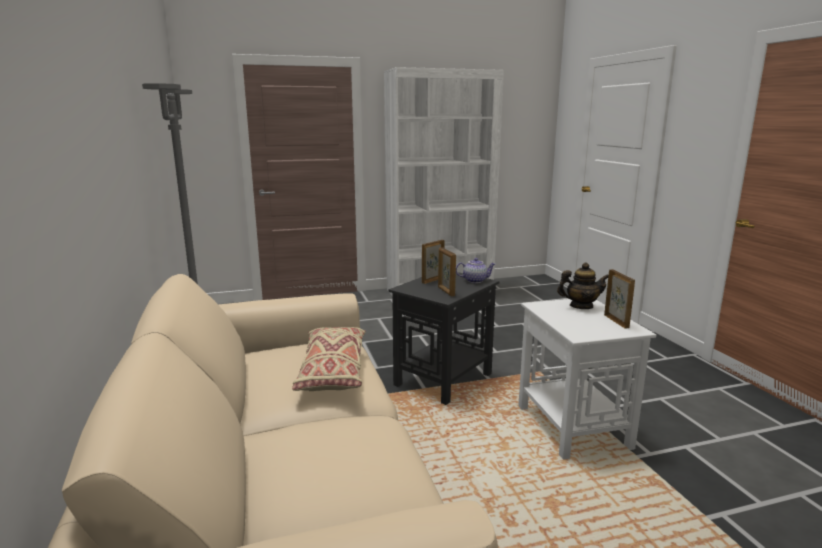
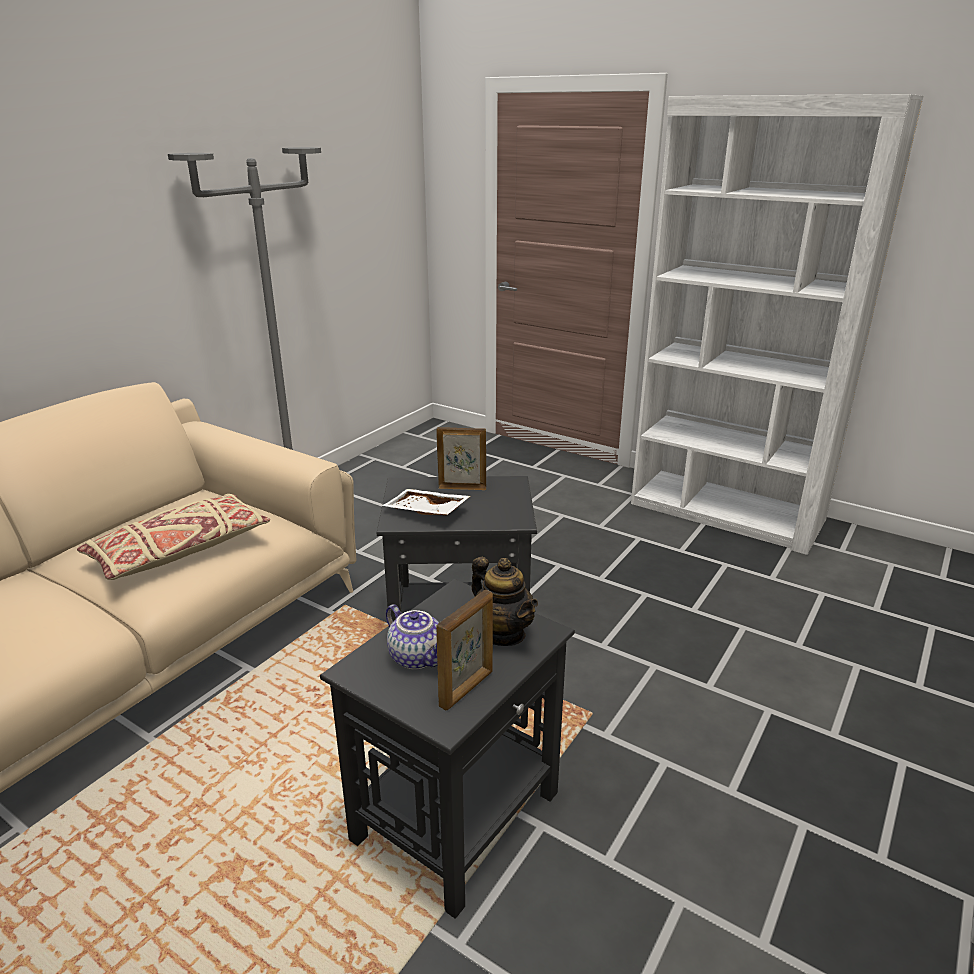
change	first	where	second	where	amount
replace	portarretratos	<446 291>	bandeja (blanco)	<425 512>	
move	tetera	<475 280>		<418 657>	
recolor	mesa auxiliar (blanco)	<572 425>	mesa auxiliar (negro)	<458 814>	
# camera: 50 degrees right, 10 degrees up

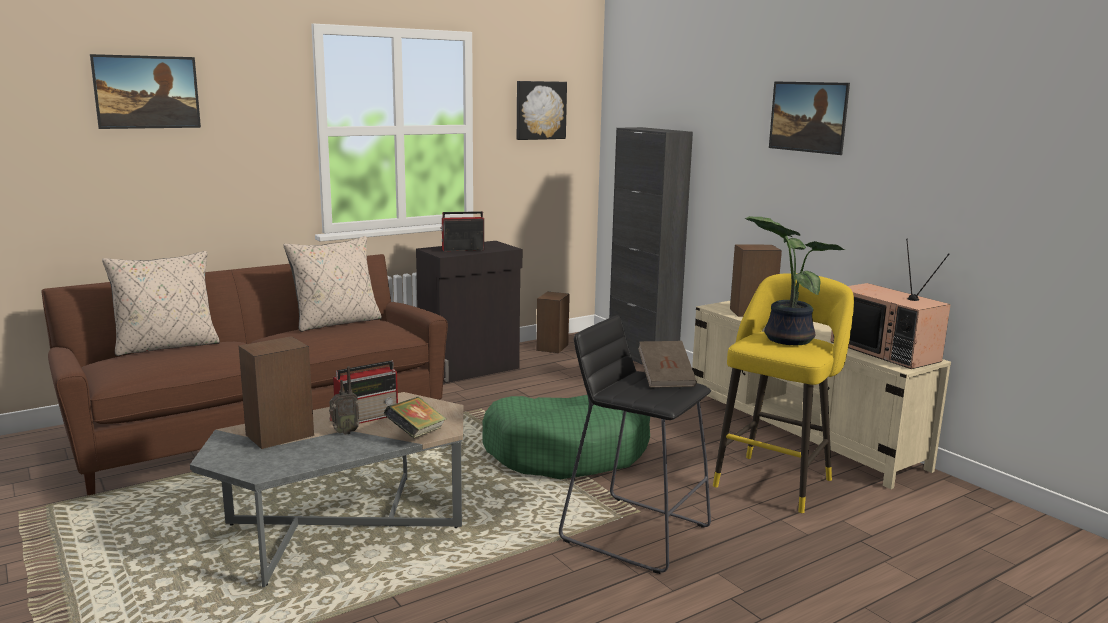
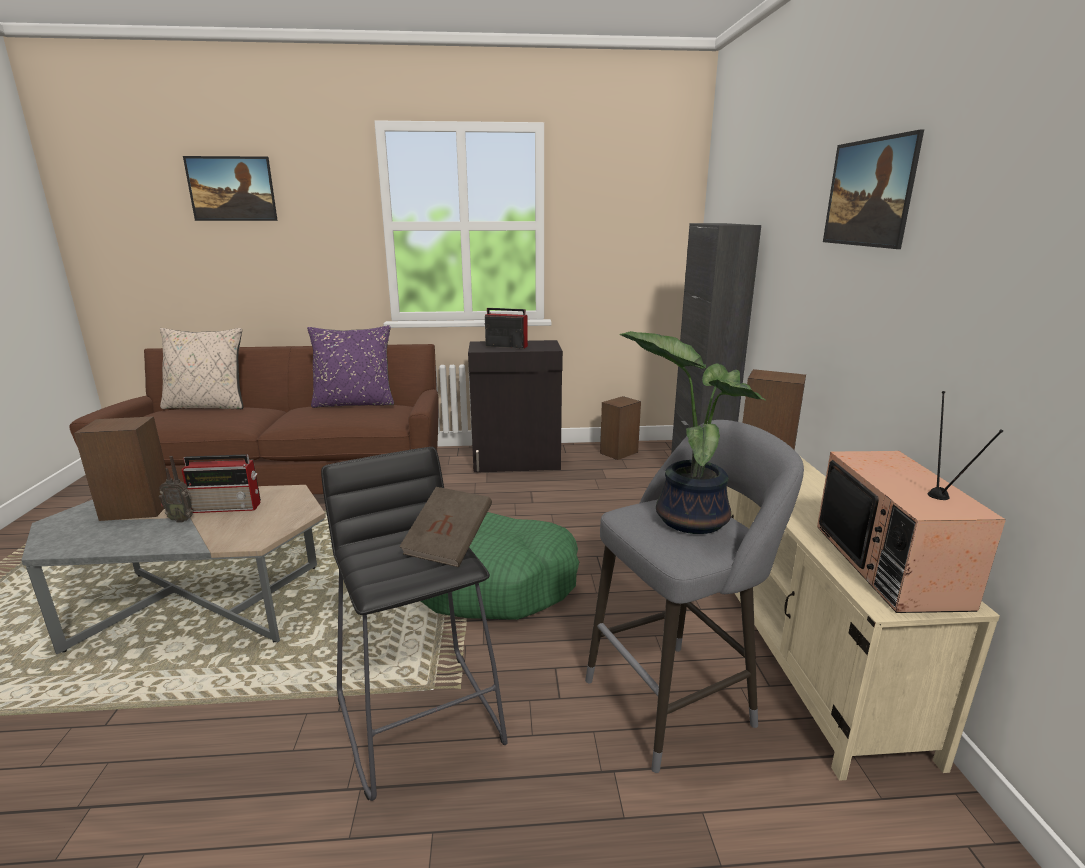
change	first	where	second	where	amount
recolor	cojín (beis)	<336 322>	cojín (morado)	<355 403>	
delete	libro	<416 434>			
delete	cuadro	<540 110>			
recolor	taburete (amarillo)	<775 480>	taburete (gris)	<676 699>	
# camera: 30 degrees right, 5 degrees up

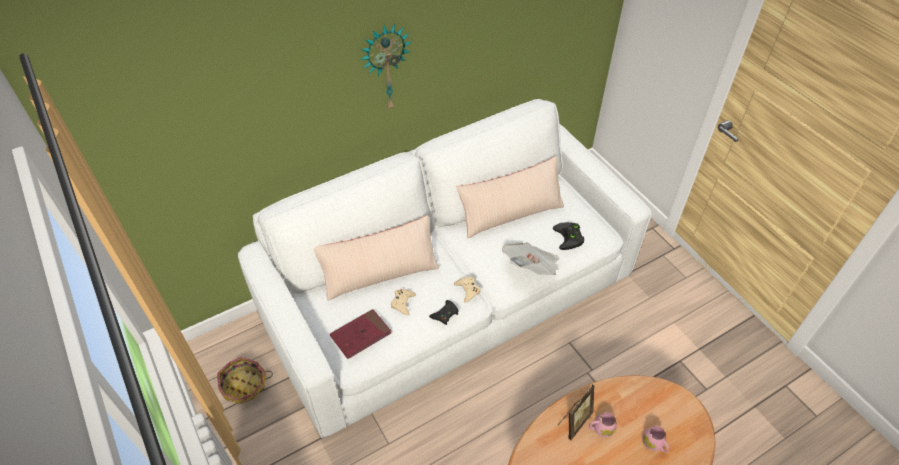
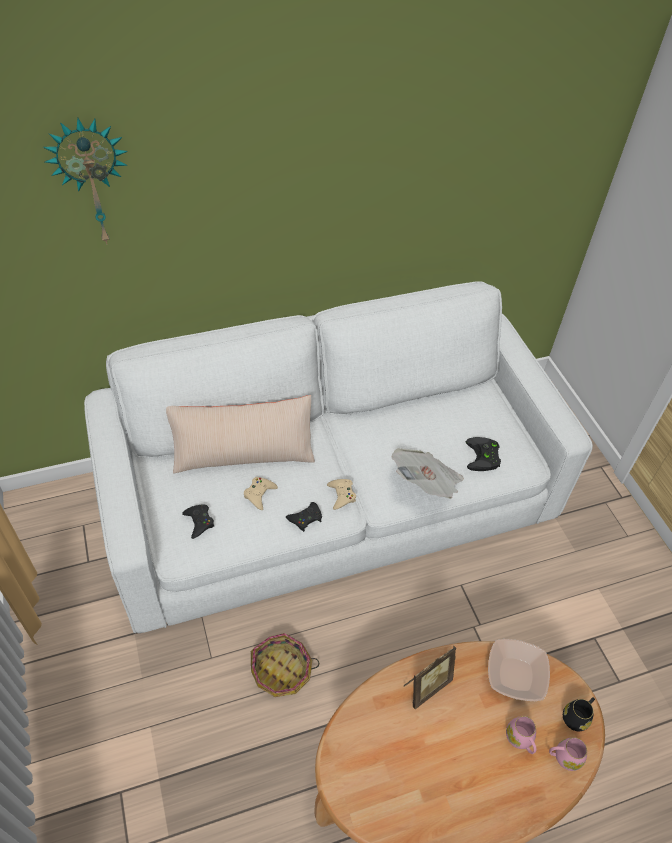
change	first	where	second	where	amount
move	cesta	<244 386>		<281 671>	
replace	libro (rojo)	<361 335>	mando de consola (negro)	<199 522>	
move	reloj de pared	<385 67>		<92 182>	
delete	cojín (beis)	<510 213>			
move	taza grande (rosa)	<600 429>		<564 757>	
insert			cuenco	<515 674>	
insert			taza grande (negro)	<577 716>	
# camera: 10 degrees right, 0 degrees up

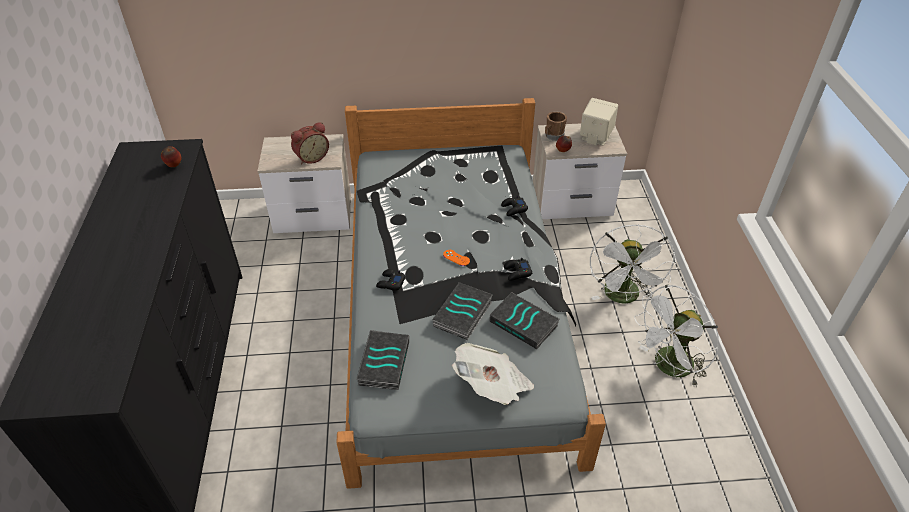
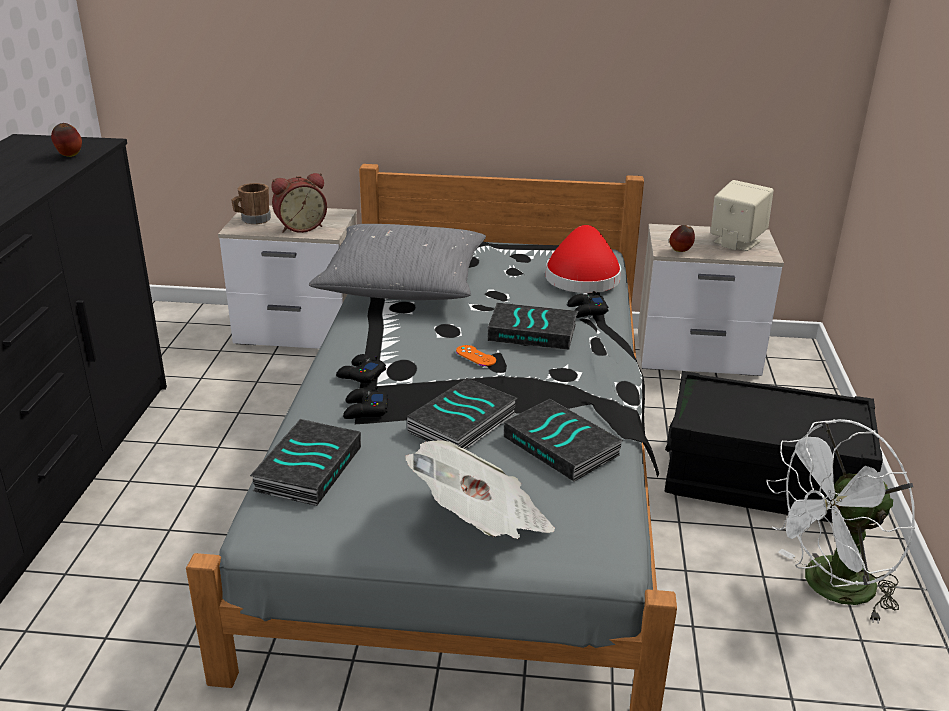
change	first	where	second	where	amount
move	mando de consola (negro)	<517 272>		<365 410>	
move	taza grande (marrón)	<553 136>		<253 220>	
replace	ventilador (blanco)	<623 297>	caja de almacenaje (negro)	<761 481>	
insert			cojín (gris)	<404 283>	
insert			libro	<533 332>	
insert			sombrero (rojo)	<582 276>	
# camera: 10 degrees right, 15 degrees down

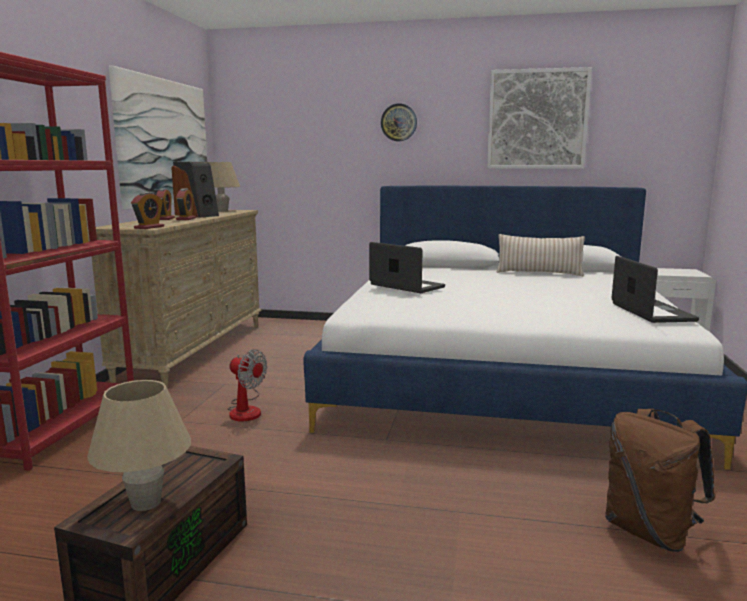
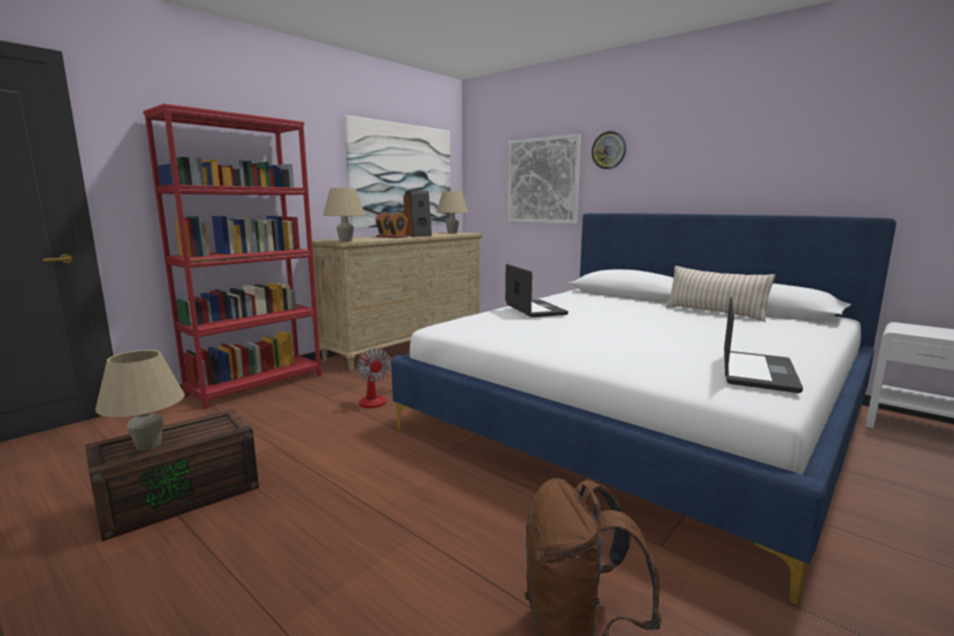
change	first	where	second	where	amount
replace	despertador	<149 227>	lámpara de mesa (beis)	<346 241>	
move	cuadro	<537 119>		<543 181>	
# camera: 30 degrees right, 0 degrees up

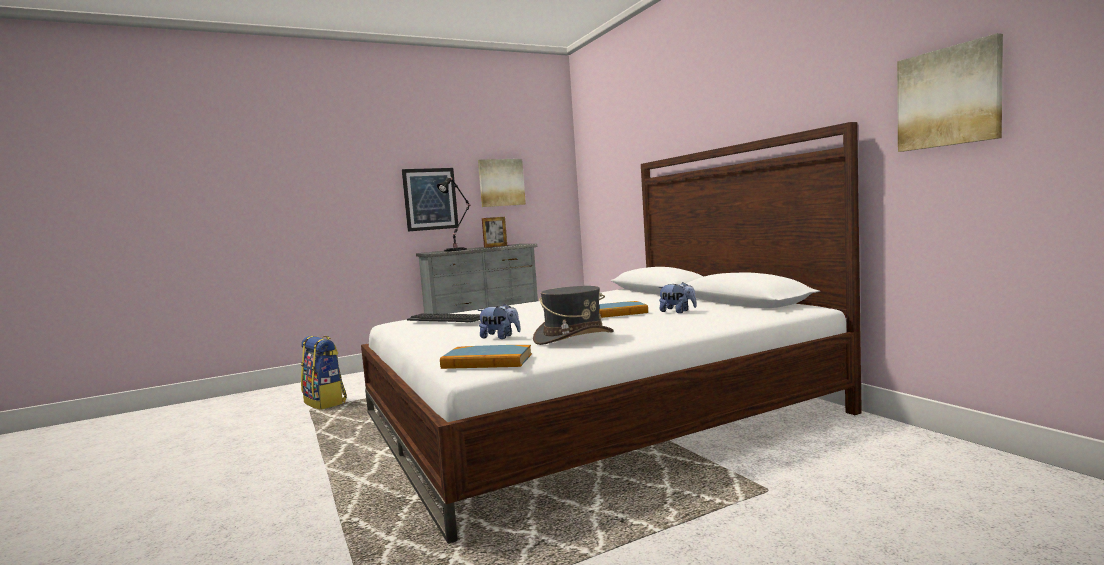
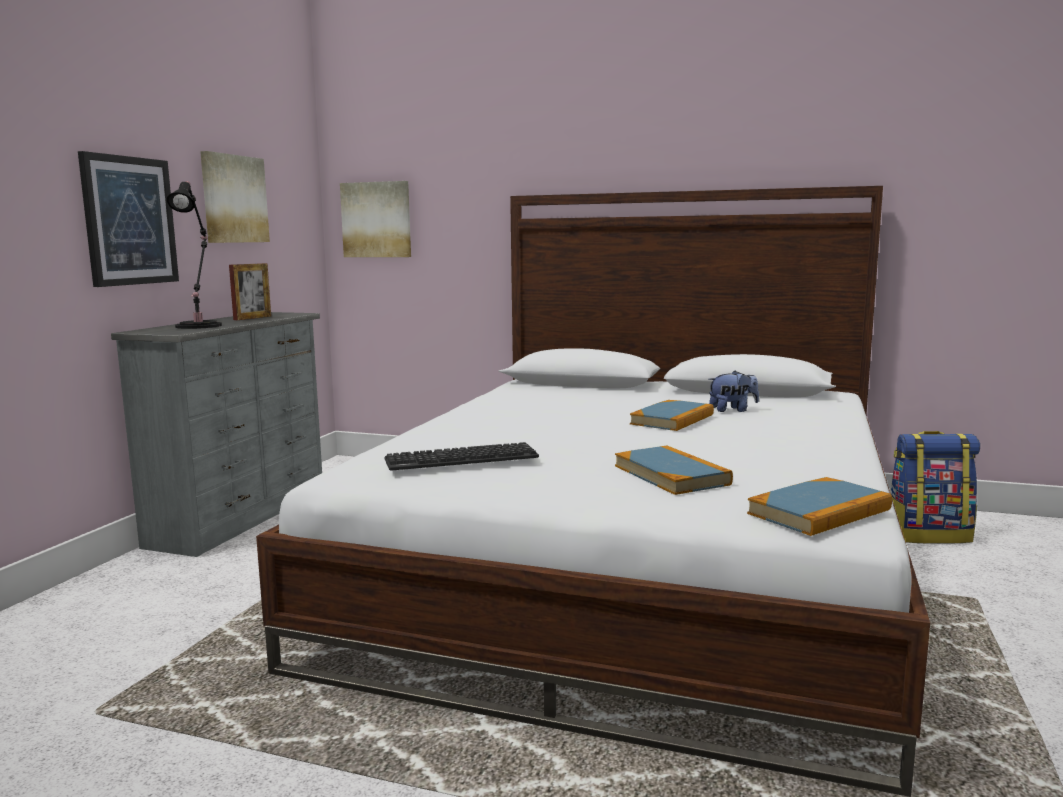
change	first	where	second	where	amount
move	mochila	<326 403>		<928 535>	
replace	peluche	<500 337>	libro	<671 475>	
delete	sombrero (gris)	<573 337>			
move	cuadro	<948 97>		<377 220>	
# camera: 45 degrees left, 5 degrees up

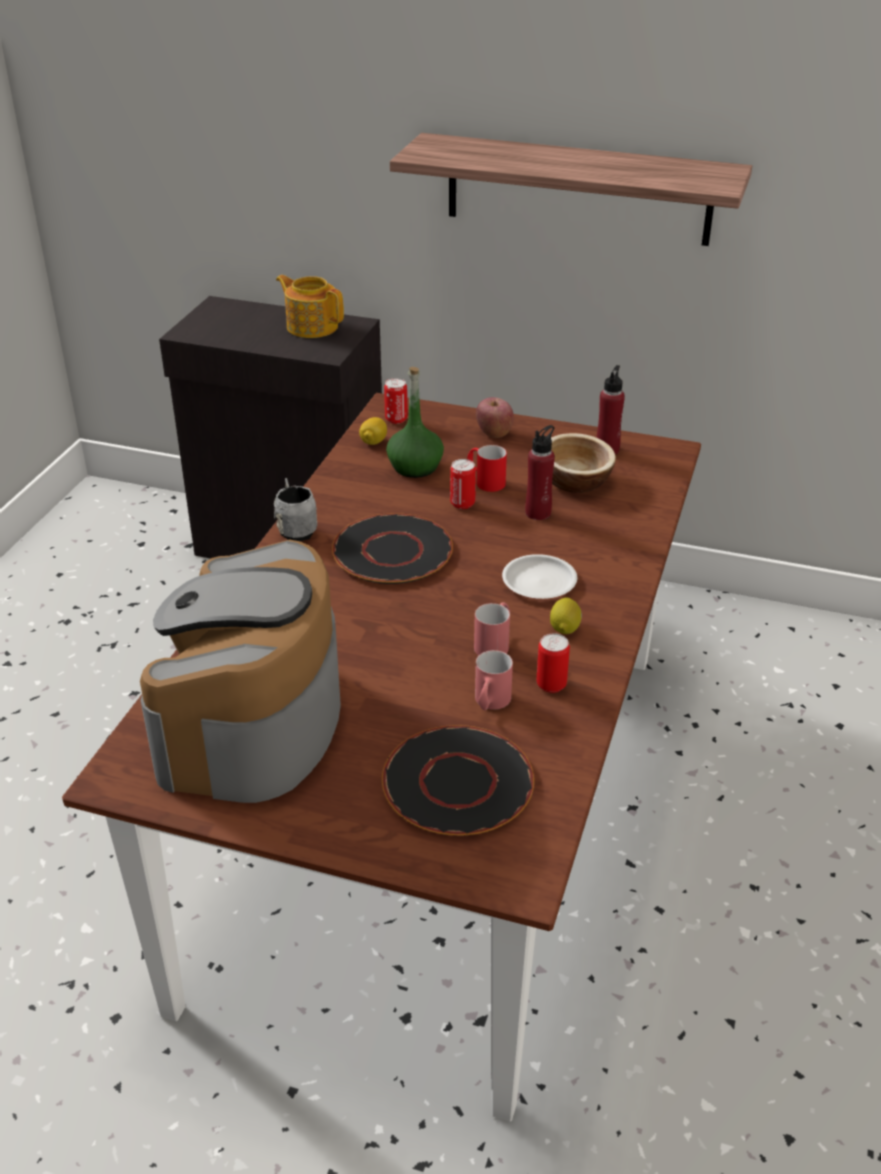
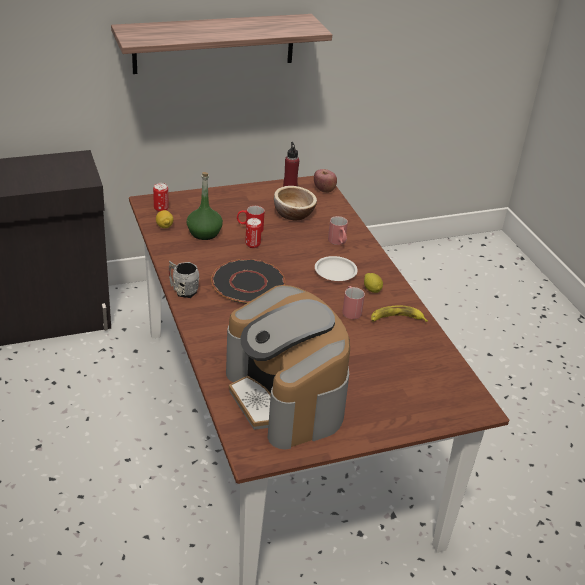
change	first	where	second	where	amount
delete	tetera	<312 326>			
delete	plato (negro)	<458 783>			
move	taza grande (rojo)	<490 704>		<338 242>	
move	manzana	<494 433>		<324 190>	
delete	botella (rojo)	<538 513>			
replace	lata	<551 685>	plátano	<396 319>	
# camera: 40 degrees left, 0 degrees up

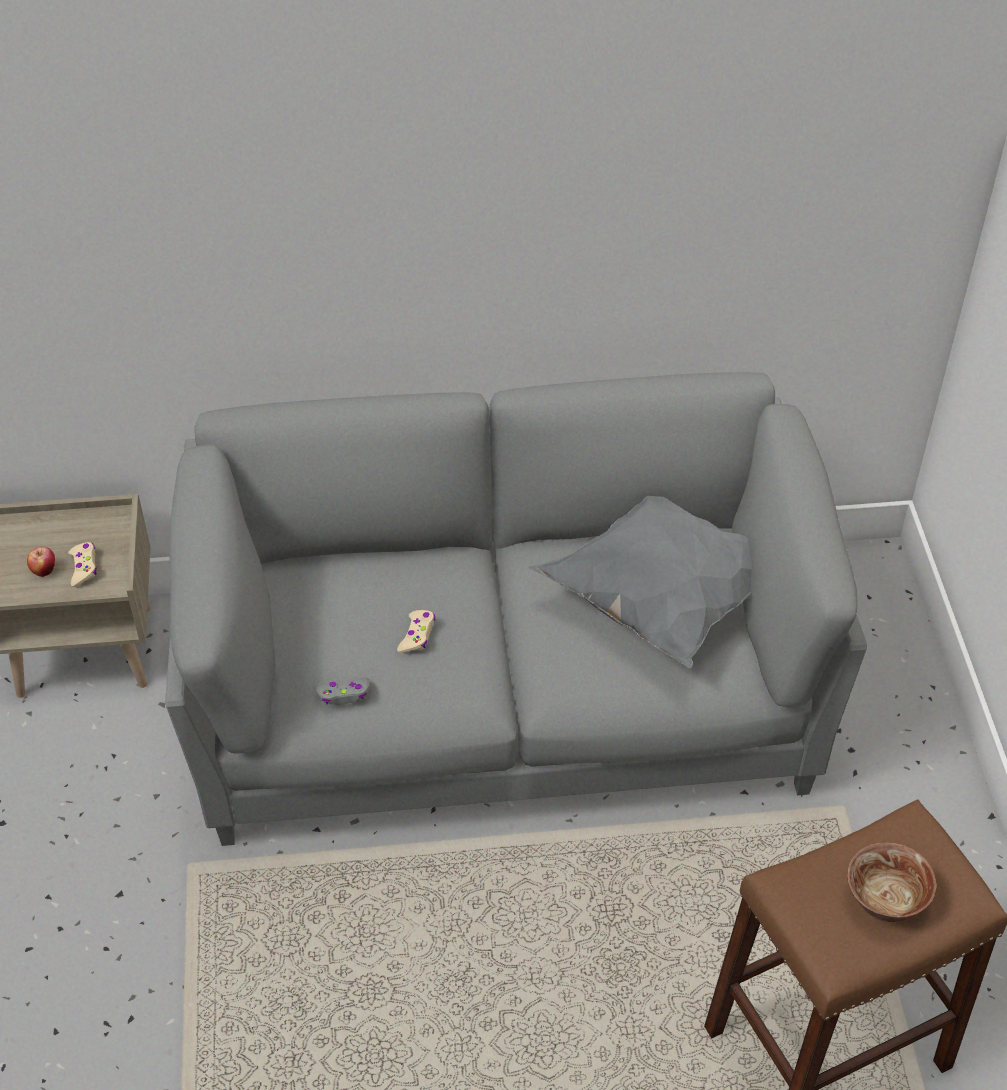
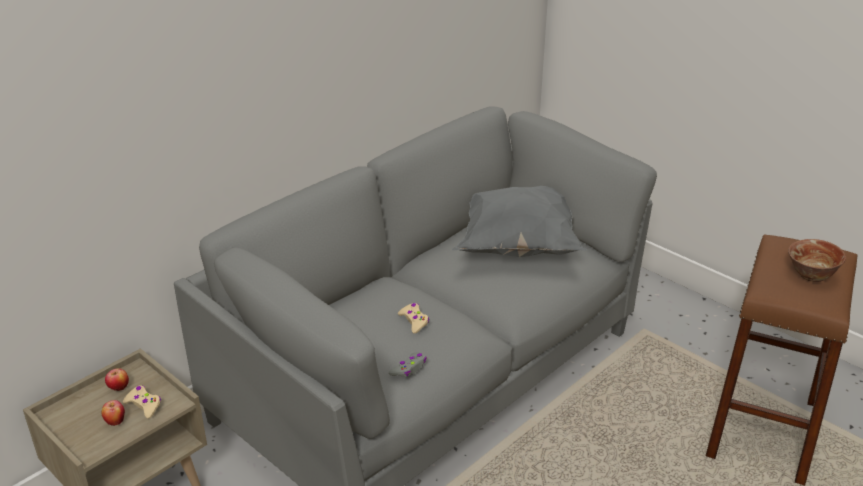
change	first	where	second	where	amount
insert			manzana	<119 389>	
# camera: 40 degrees left, 15 degrees down

